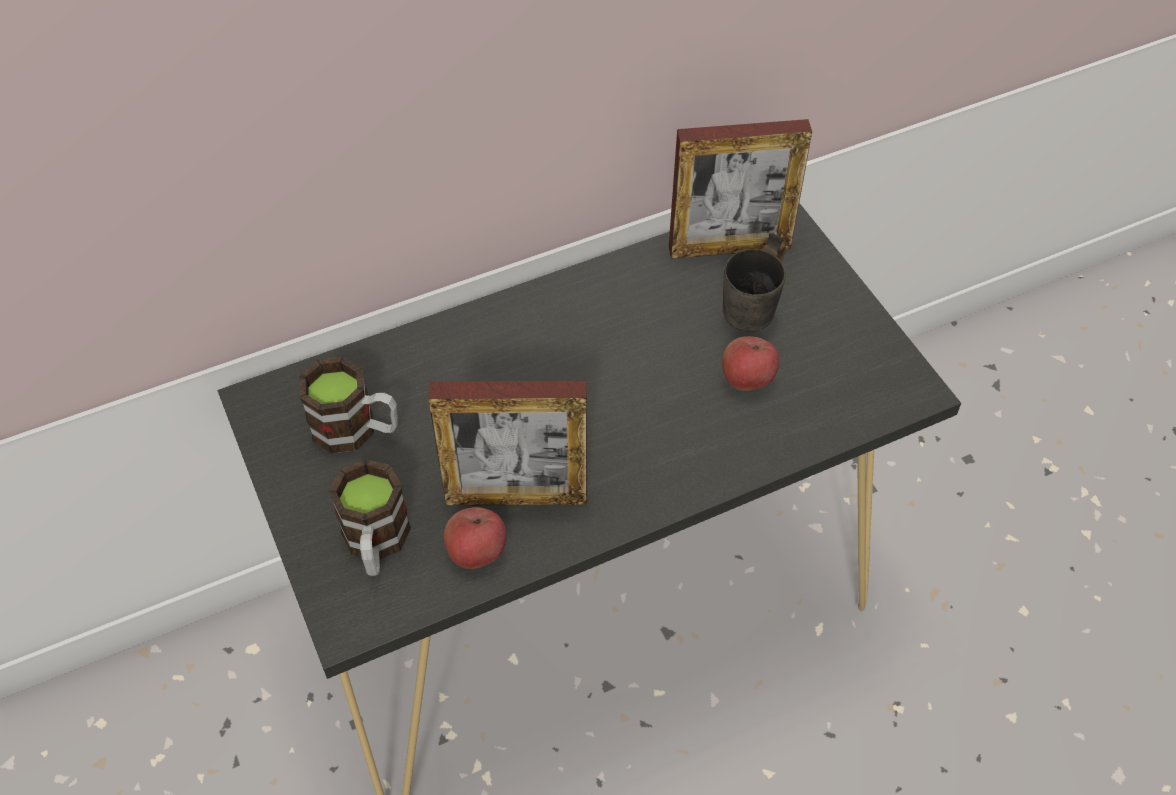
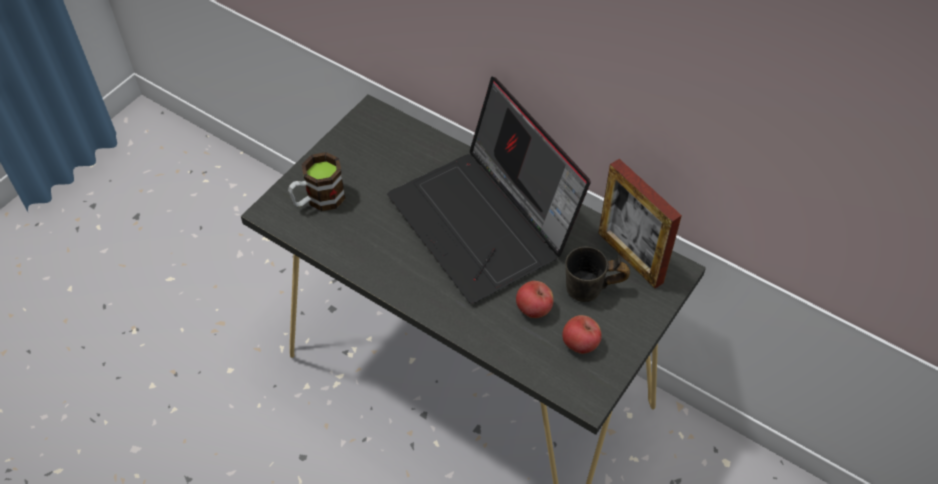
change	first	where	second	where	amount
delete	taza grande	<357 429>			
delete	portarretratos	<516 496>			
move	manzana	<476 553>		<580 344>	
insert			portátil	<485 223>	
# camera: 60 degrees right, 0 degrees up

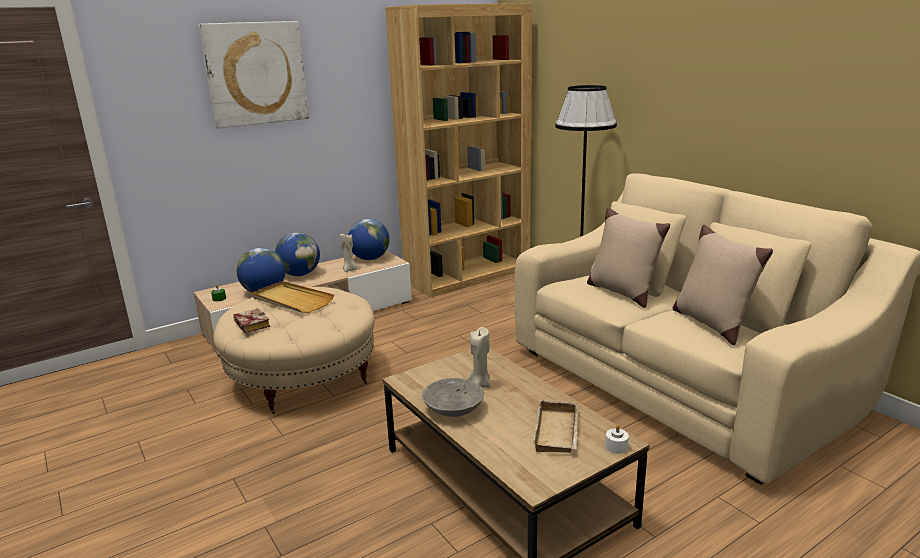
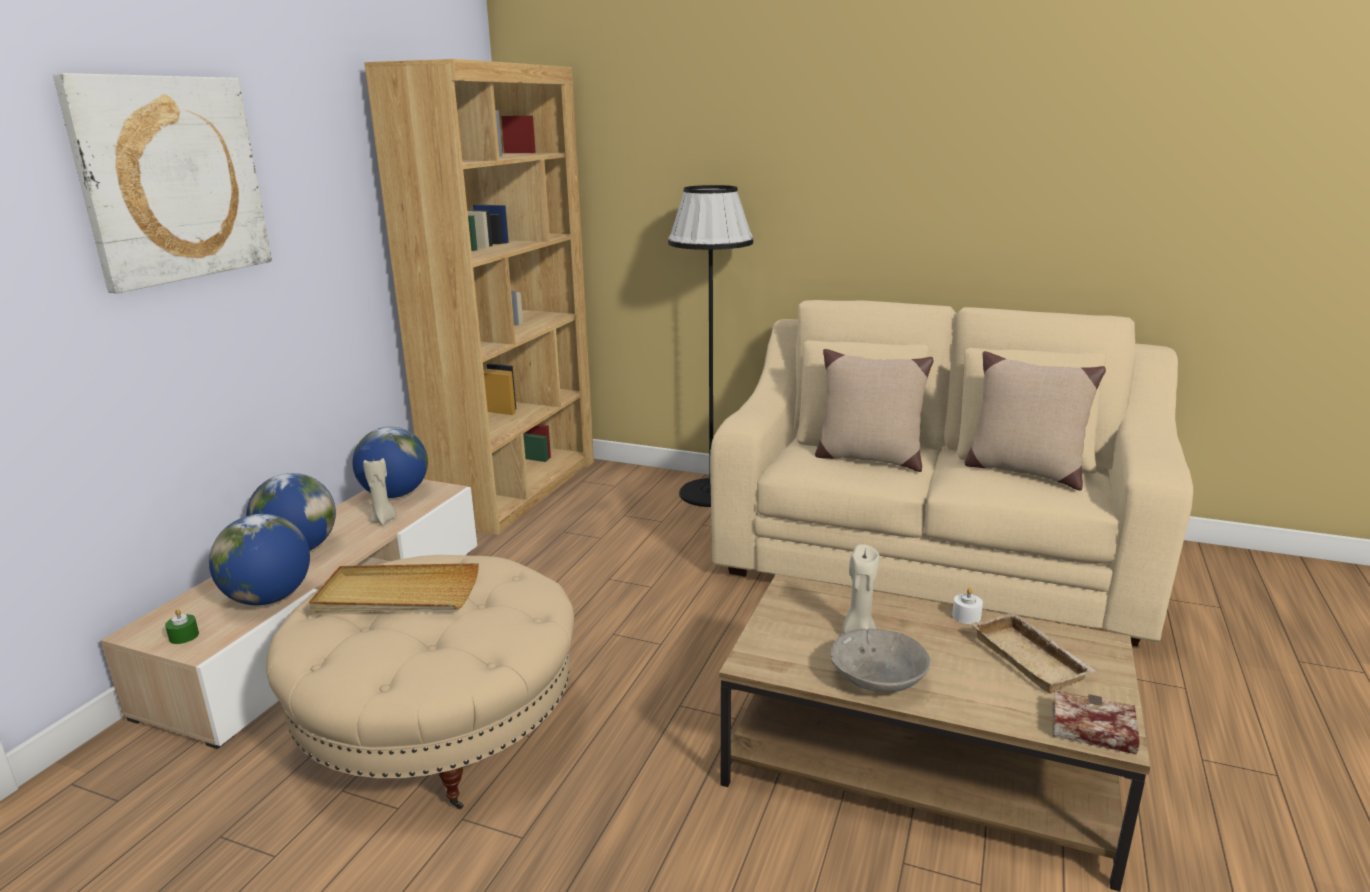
change	first	where	second	where	amount
move	libro	<250 324>		<1089 730>	
move	vela (blanco)	<616 447>		<966 616>	
# camera: 35 degrees left, 0 degrees up

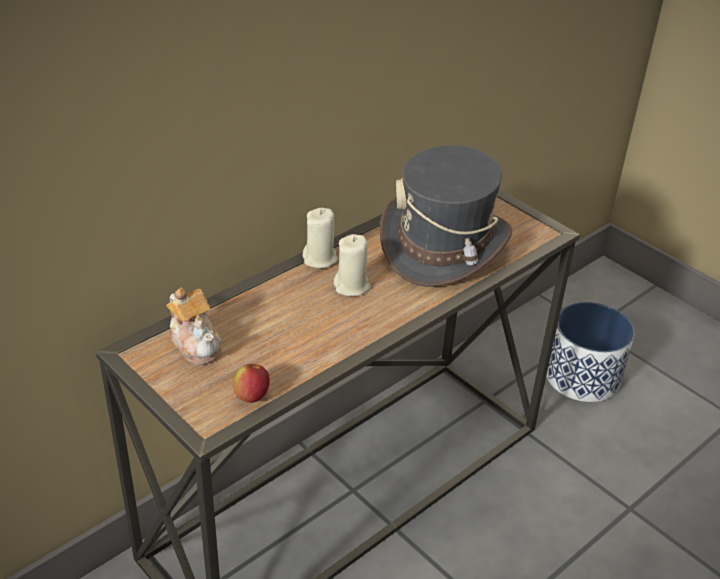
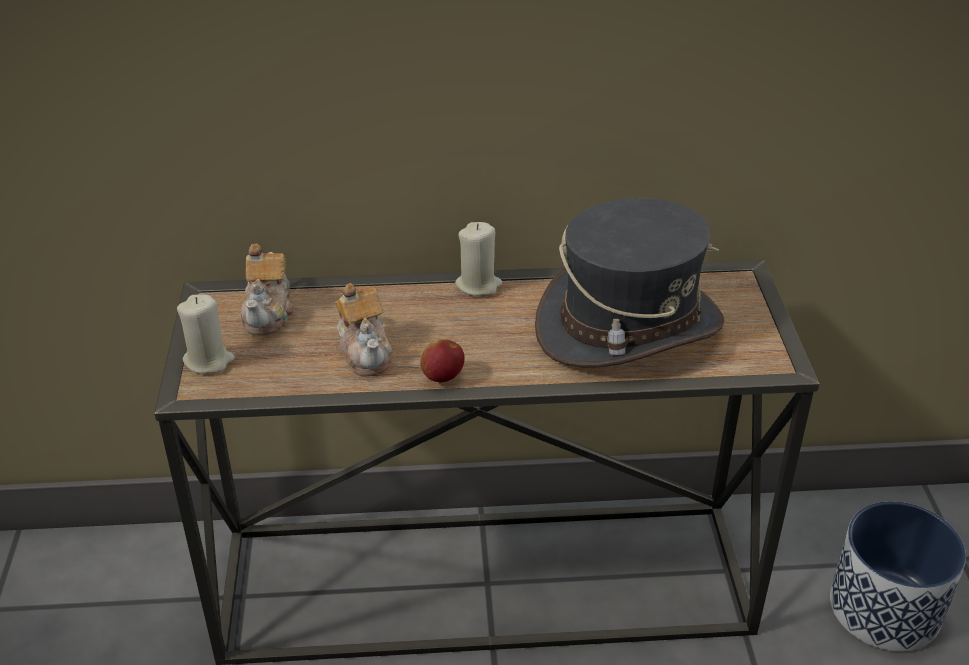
change	first	where	second	where	amount
move	manzana	<251 396>		<442 376>	
move	vela (beis)	<352 286>		<208 360>	
insert			tetera	<366 352>	
# camera: 40 degrees right, 0 degrees up

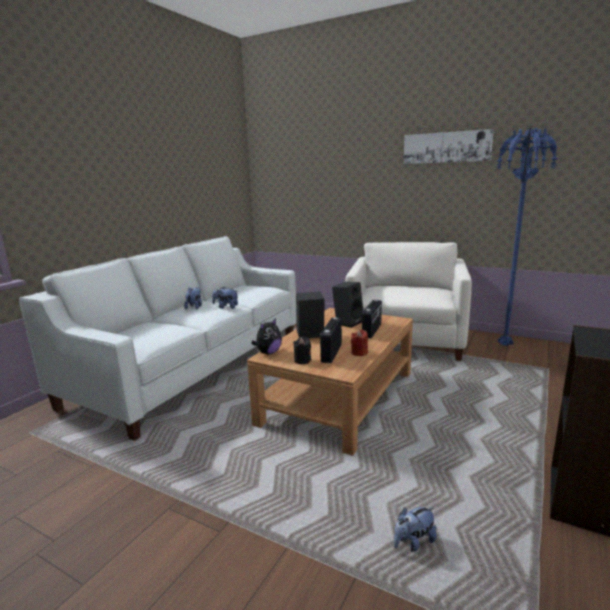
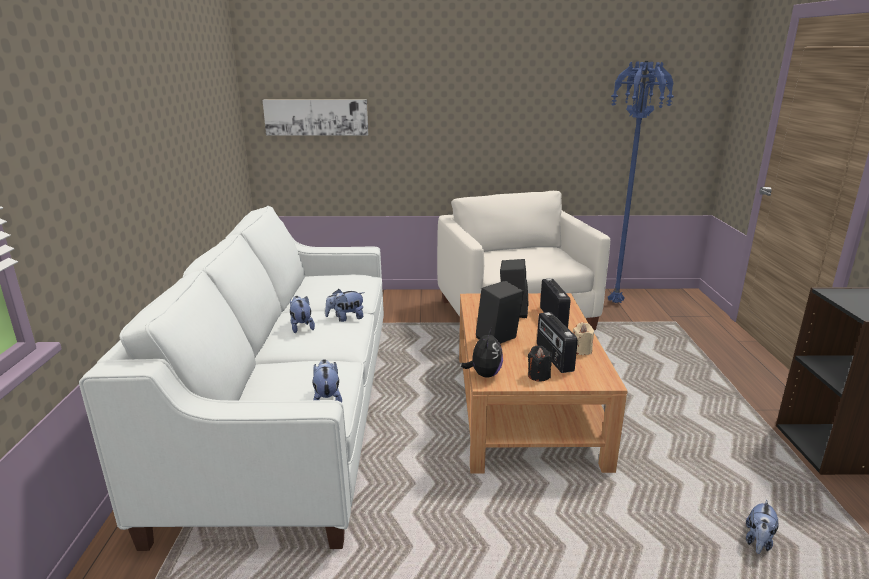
change	first	where	second	where	amount
recolor	vela (rojo)	<359 353>	vela (beis)	<581 350>	
move	cuadro	<446 147>		<316 117>	
insert			peluche	<327 399>	
# camera: 30 degrees left, 5 degrees up

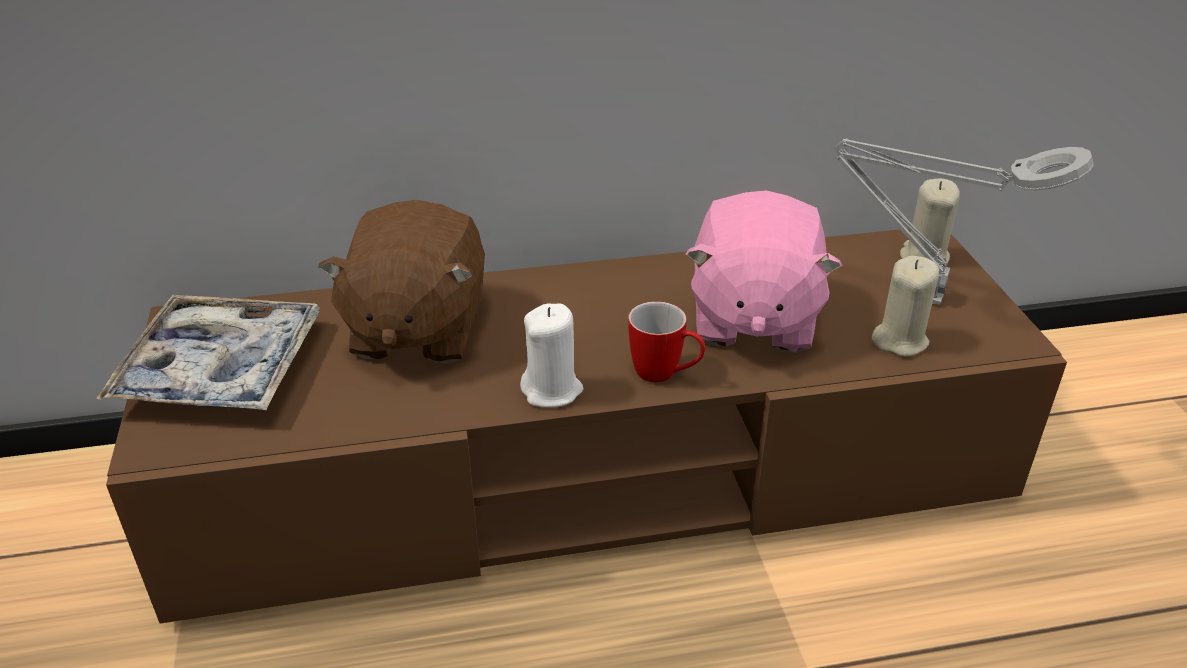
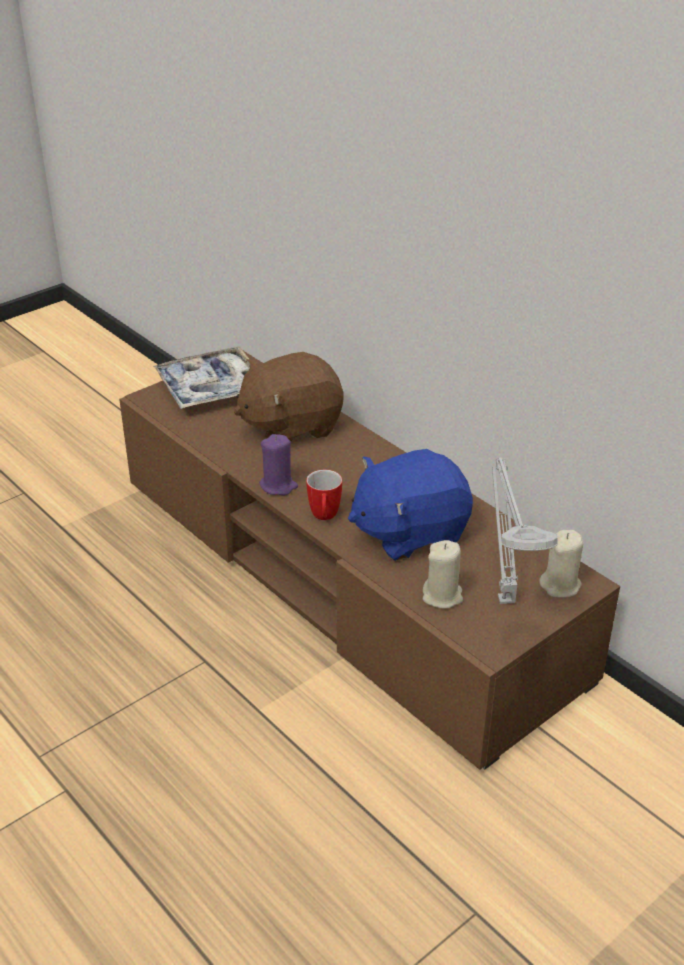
change	first	where	second	where	amount
recolor	vela (blanco)	<552 390>	vela (morado)	<278 486>	
recolor	peluche (rosa)	<752 319>	peluche (azul)	<409 532>	
# camera: 60 degrees right, 0 degrees up

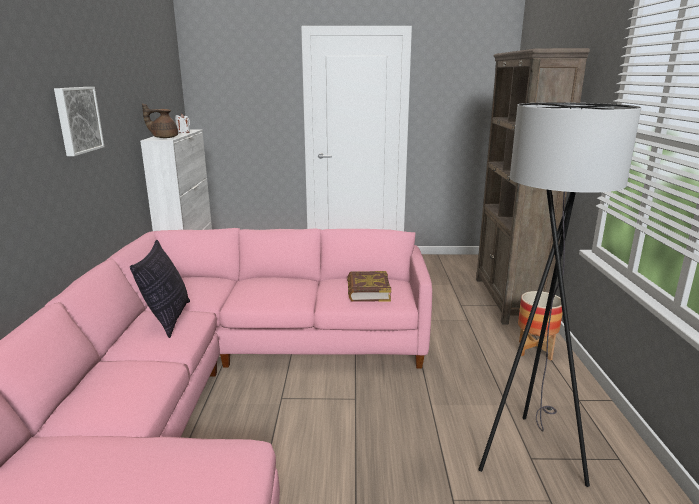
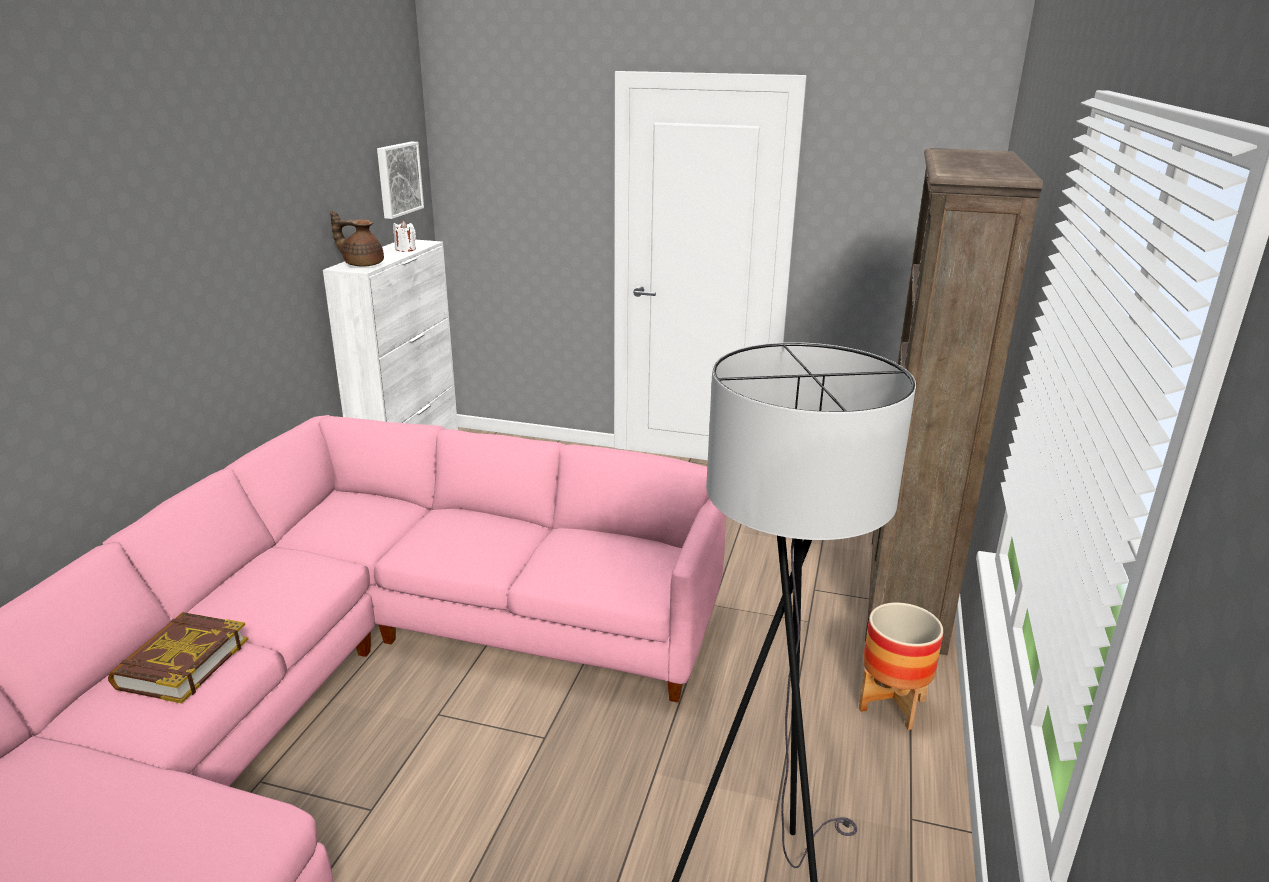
change	first	where	second	where	amount
move	cuadro	<77 120>		<398 179>	
delete	cojín	<168 319>			
move	libro	<368 290>		<182 663>	
# camera: 15 degrees right, 5 degrees up

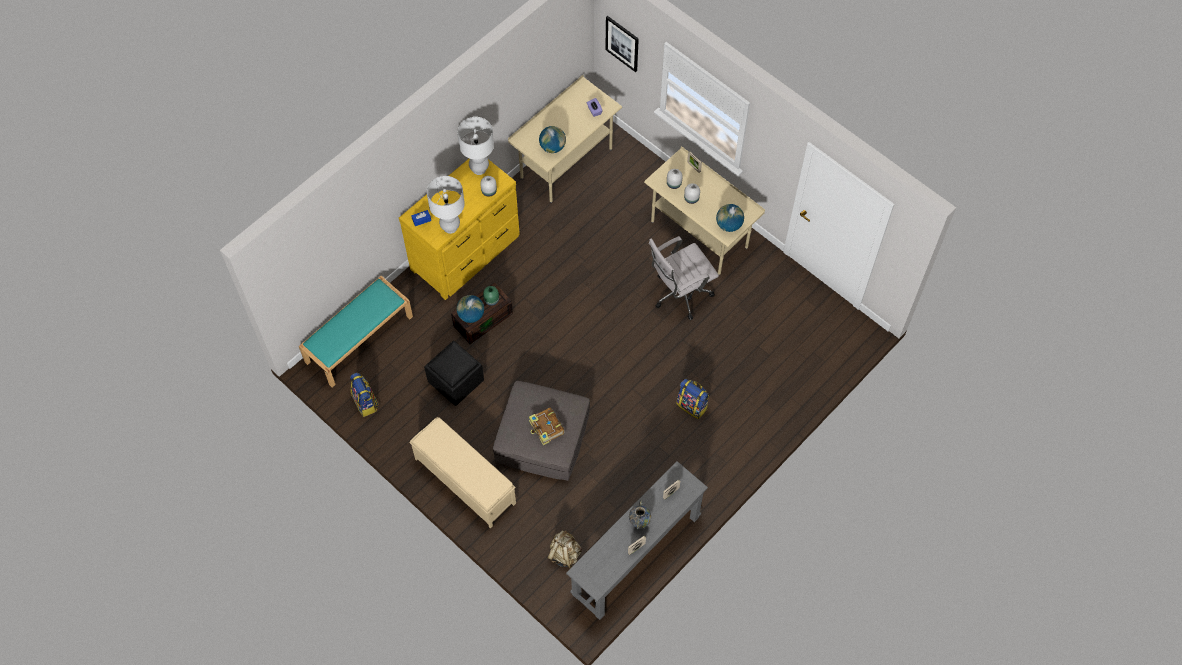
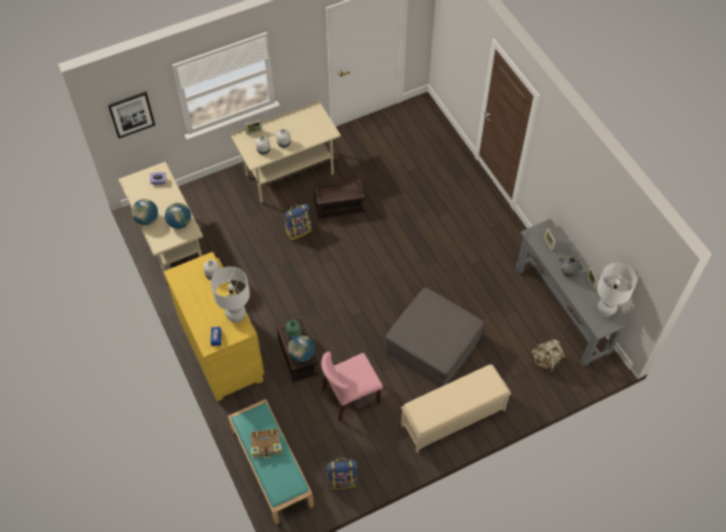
change	first	where	second	where	amount
replace	puf (negro)	<456 380>	silla (rosa)	<350 396>	
move	lámpara de mesa (blanco)	<479 169>		<605 311>	
move	libro	<546 428>		<266 445>	
replace	silla de oficina (blanco)	<679 295>	caja de almacenaje (marrón)	<339 206>	
move	mochila	<692 406>		<298 230>	
move	globo terráqueo	<728 225>		<147 219>	
# camera: 70 degrees left, 5 degrees down

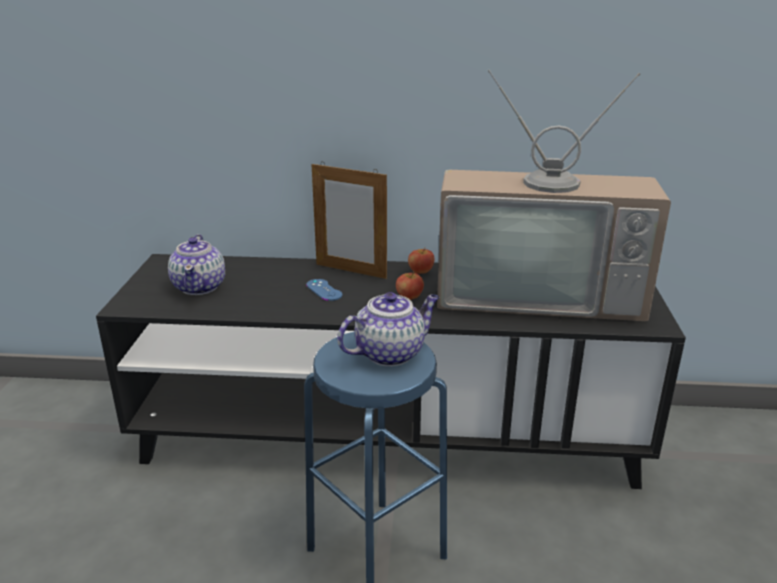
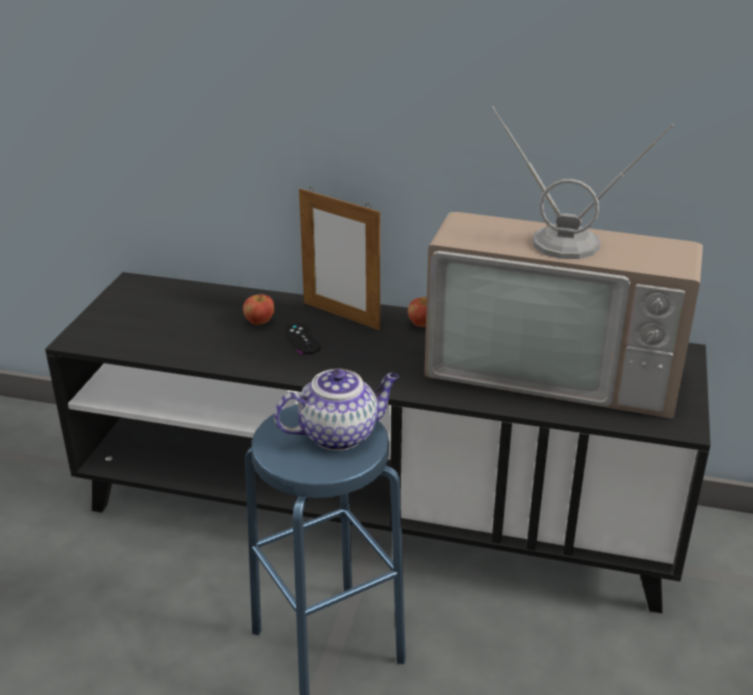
change	first	where	second	where	amount
delete	tetera	<200 286>			
recolor	mando de consola (azul)	<324 290>	mando de consola (negro)	<302 339>	
move	manzana	<409 297>		<259 322>	
# camera: 10 degrees right, 5 degrees up

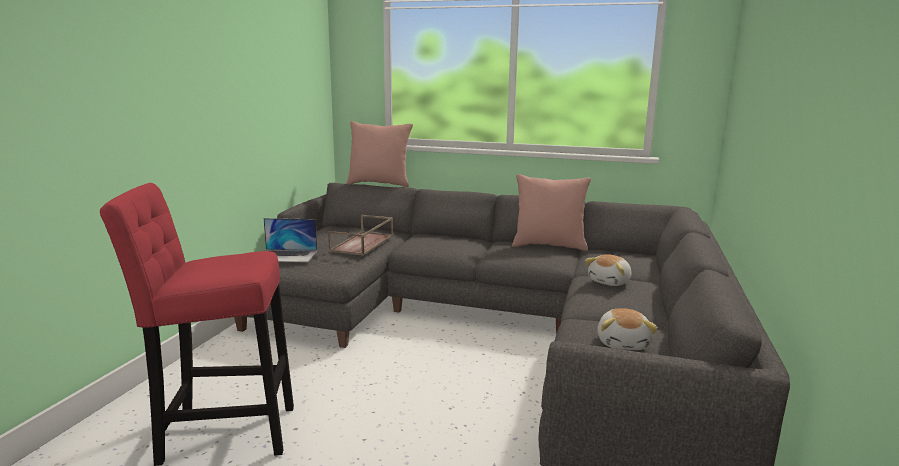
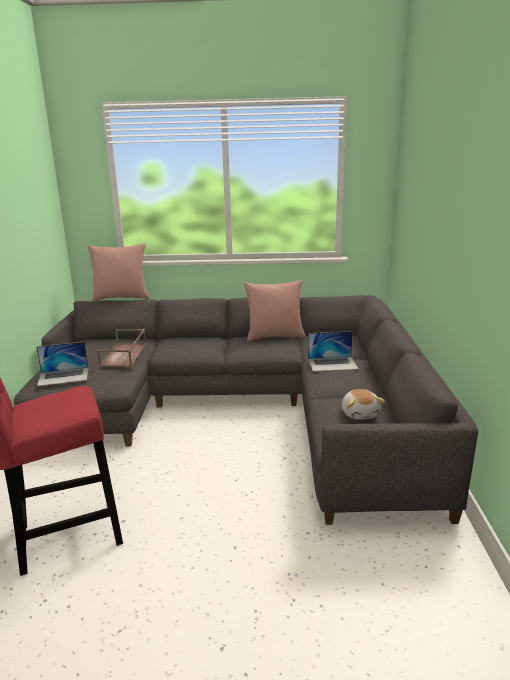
change	first	where	second	where	amount
replace	peluche	<610 282>	portátil	<332 364>	
# camera: 15 degrees left, 5 degrees up

